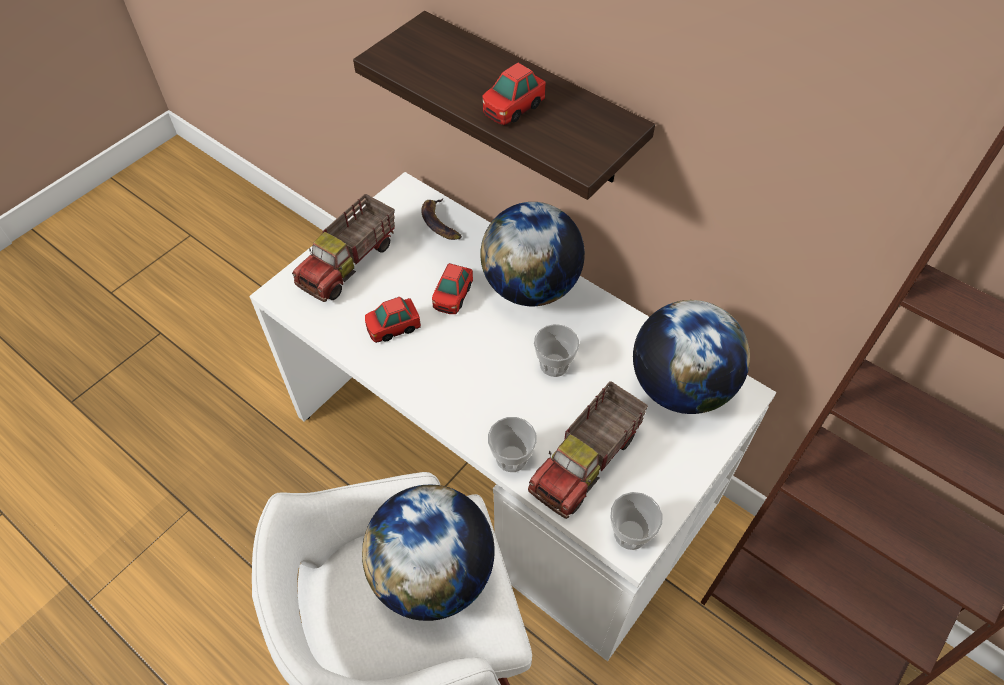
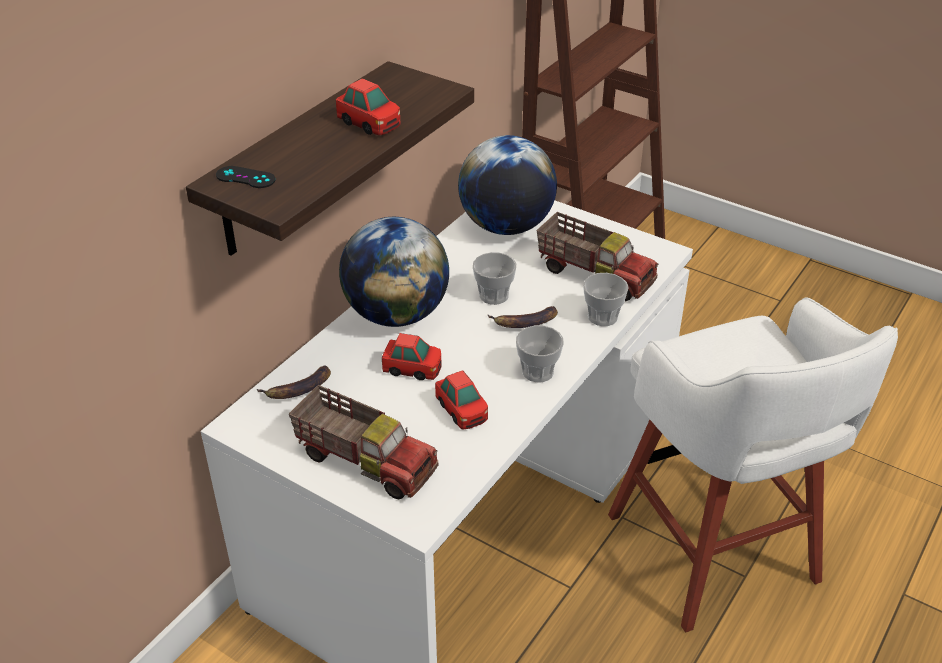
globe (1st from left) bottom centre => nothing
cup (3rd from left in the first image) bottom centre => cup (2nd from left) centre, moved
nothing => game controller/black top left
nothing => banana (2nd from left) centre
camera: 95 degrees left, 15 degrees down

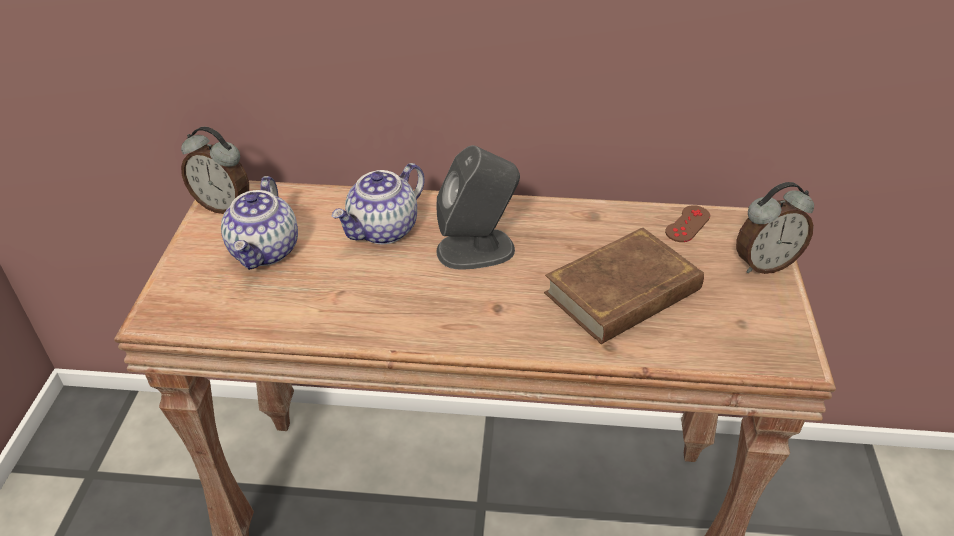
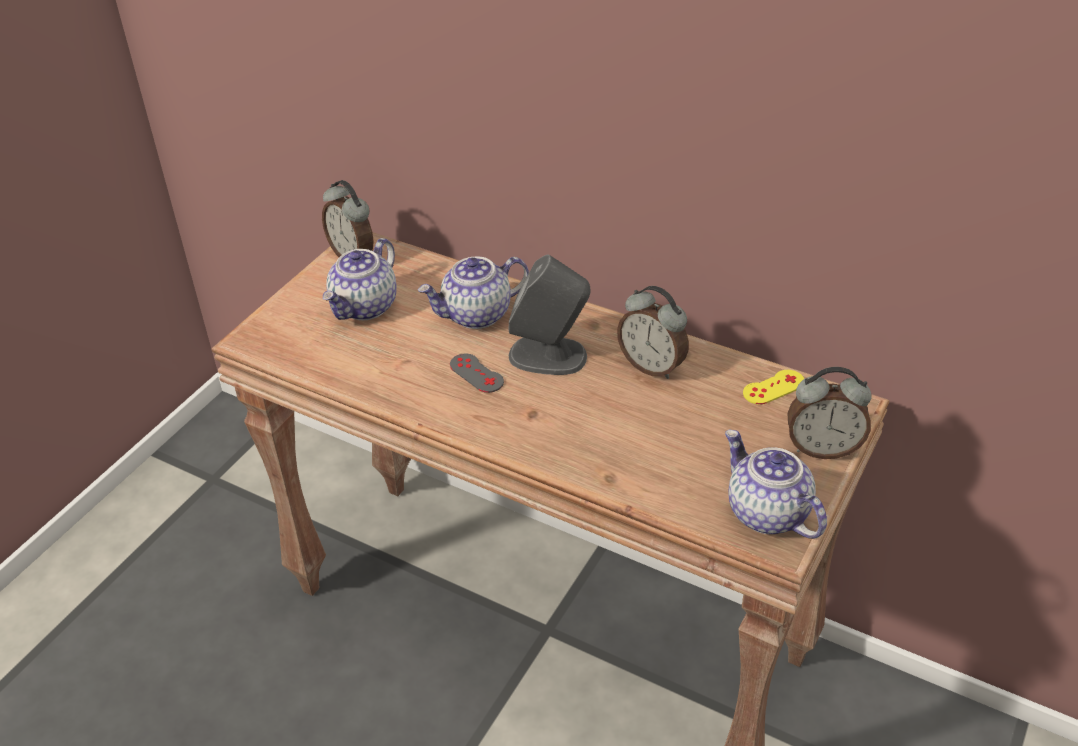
book/brown centre => nothing
game controller/brown middle right => game controller/yellow middle right
nothing => game controller/grey centre
nothing => alarm clock (2nd from left) centre
nothing => teapot (3rd from left) middle right
camera: 25 degrees right, 0 degrees up

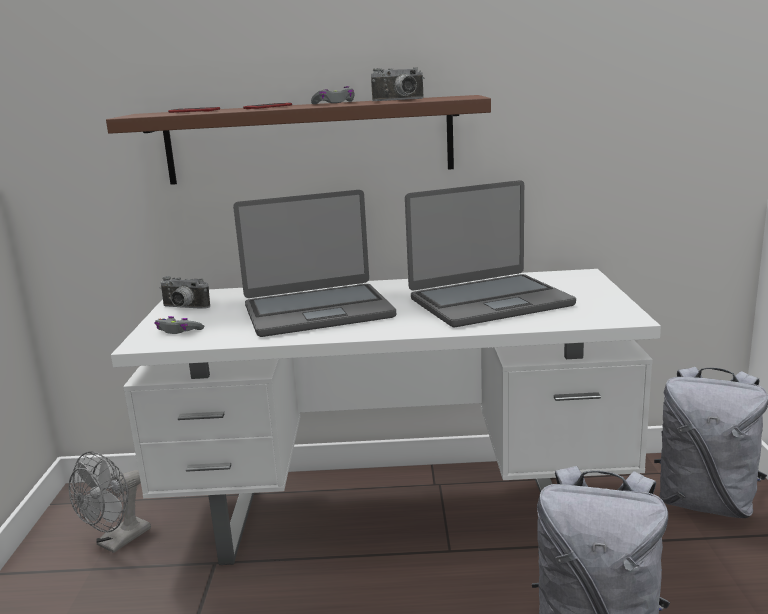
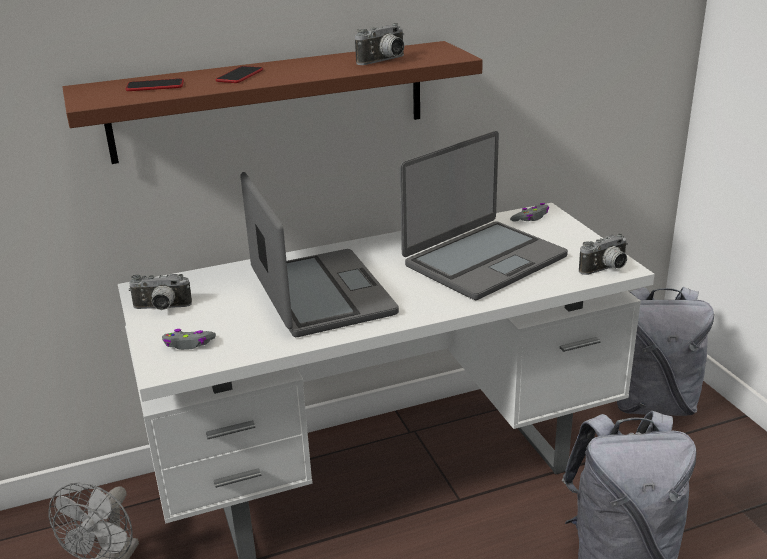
laptop (1st from left) centre, 75 degrees counterclockwise
game controller/grey (2nd from left) top centre => game controller/grey (2nd from left) middle right, moved
nothing => photo camera (3rd from left) middle right
camera: 20 degrees left, 10 degrees up

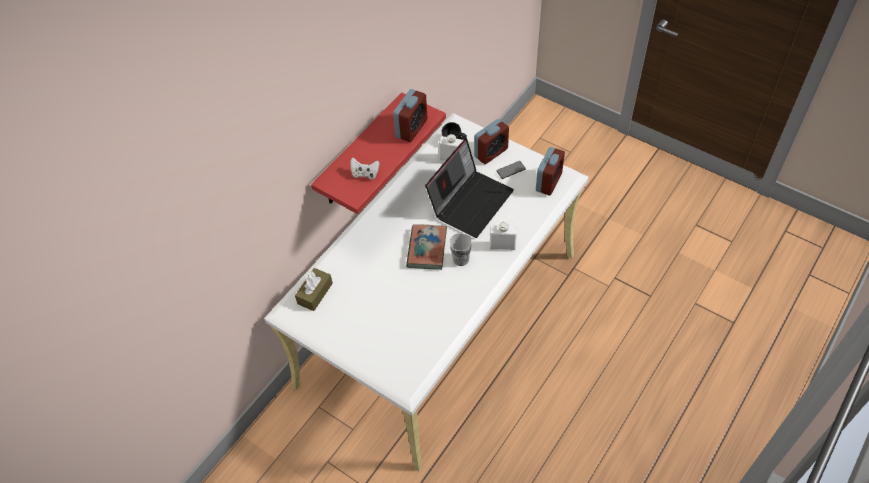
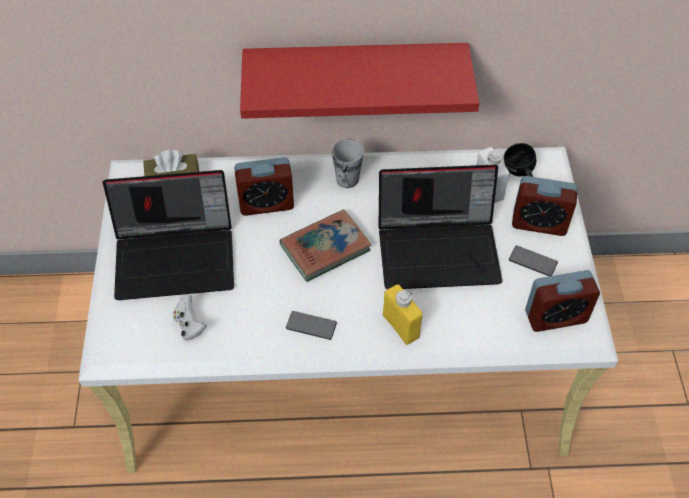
game controller/white centre => game controller/white middle left, moved
alarm clock (1st from left) top centre => alarm clock (1st from left) centre, moved
cup centre => cup top centre, moved
bottle/white (2nd from left) centre => bottle/yellow centre
nothing => laptop (1st from left) middle left
nothing => phone (1st from left) centre
camera: 50 degrees right, 0 degrees up

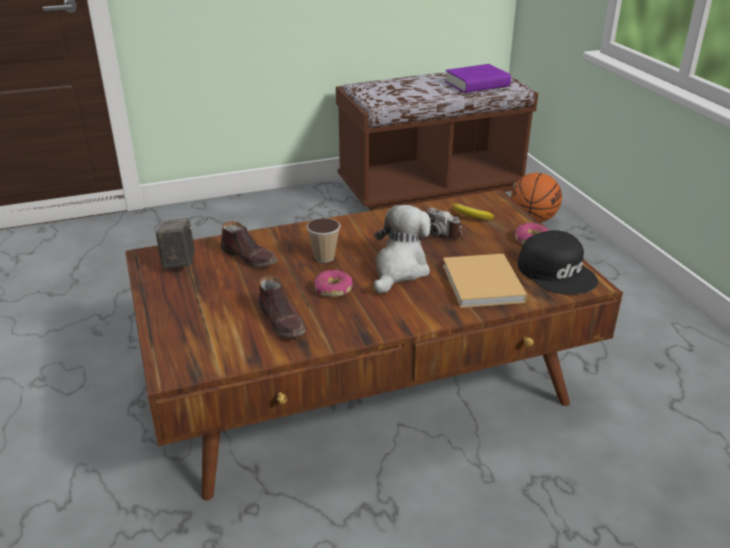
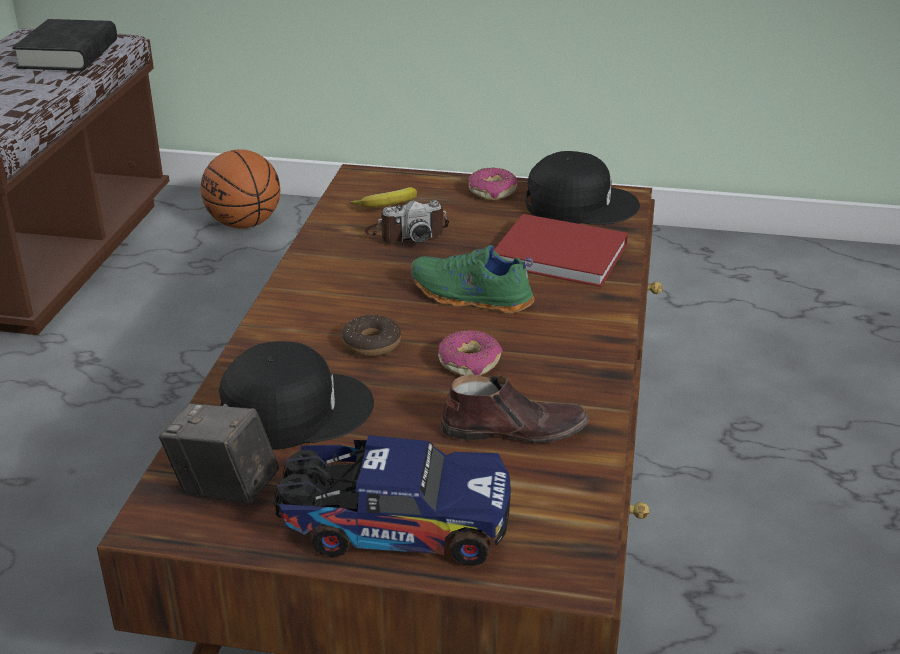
shoe/brown (1st from left) centre => cap/black (1st from left) middle left
cup centre => donut (1st from left) centre
plush toy centre => shoe/green centre
book/beige centre => book/red centre
book/purple top centre => book/black top left
nothing => toy truck bottom centre
camera: 60 degrees left, 0 degrees up

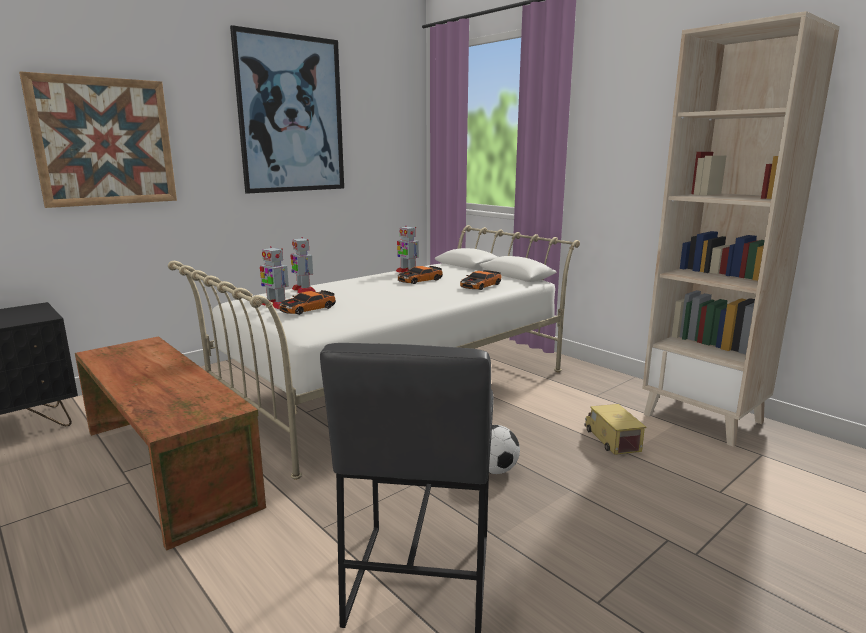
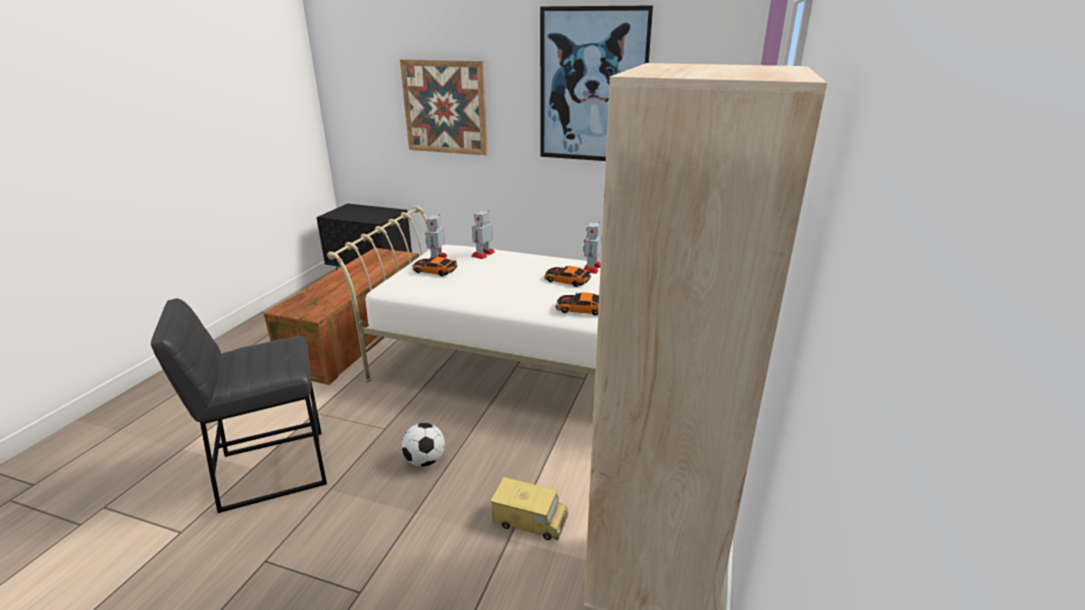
toy truck bottom right => toy truck bottom centre, 60 degrees clockwise
camera: 60 degrees right, 10 degrees up

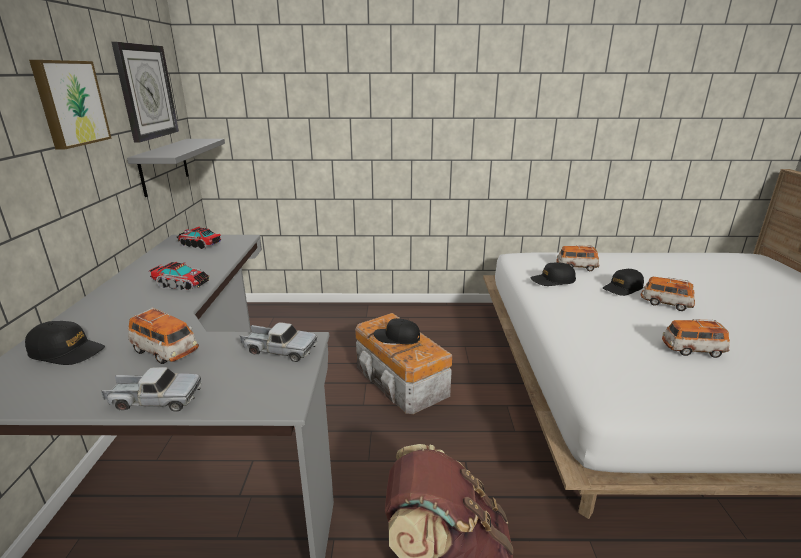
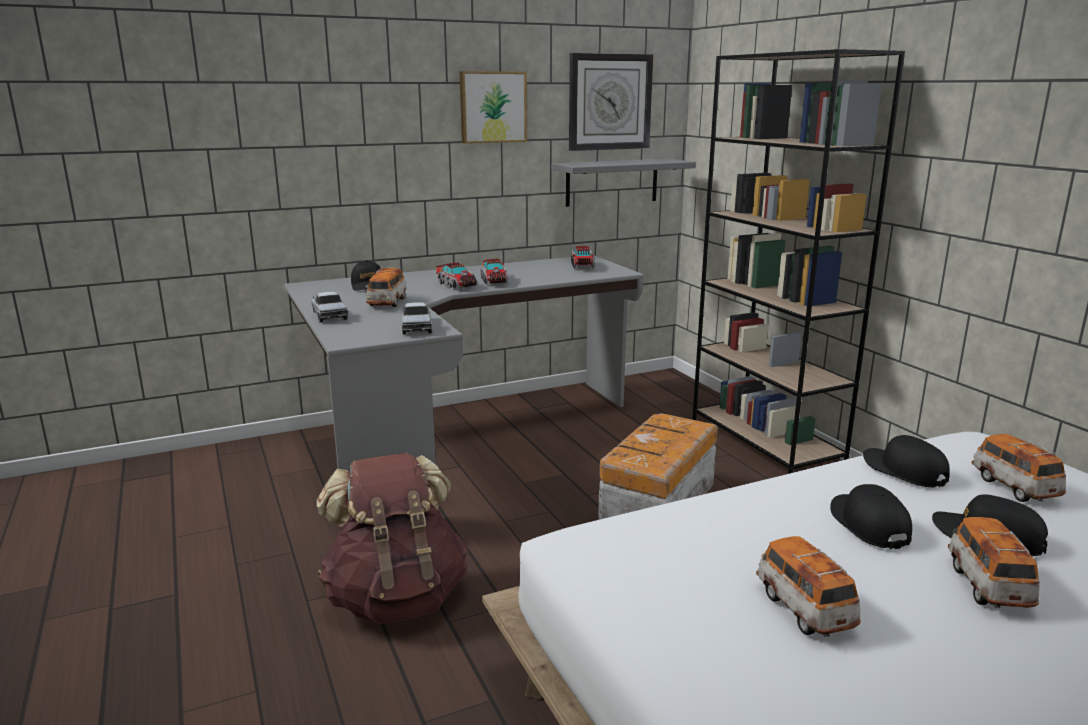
cap/black (2nd from left) centre => cap/black (2nd from left) bottom right, moved
nothing => toy truck (3rd from left) centre
nothing => bookcase/beige middle right
camera: 65 degrees right, 5 degrees down

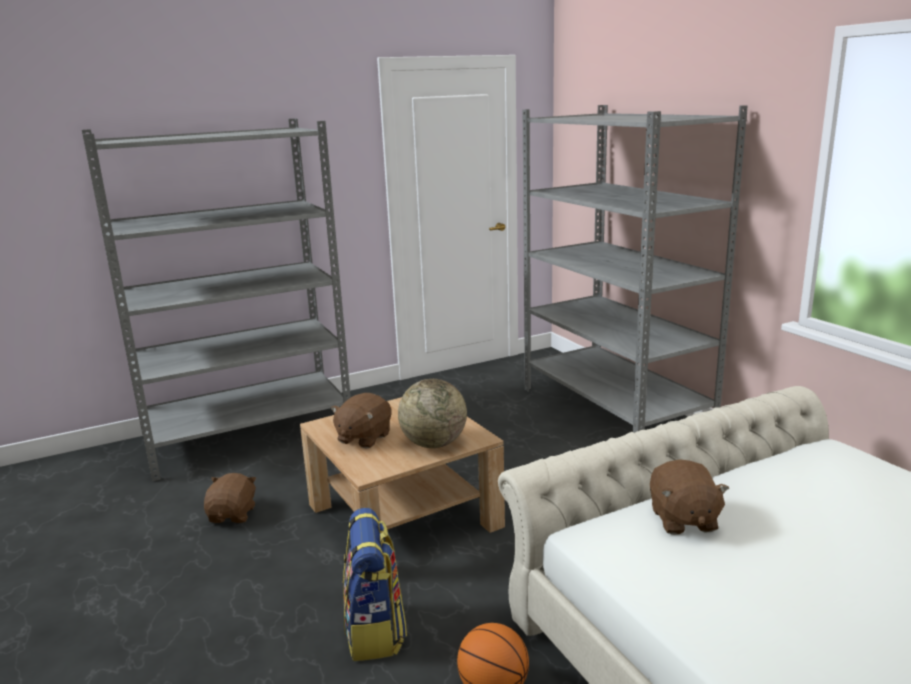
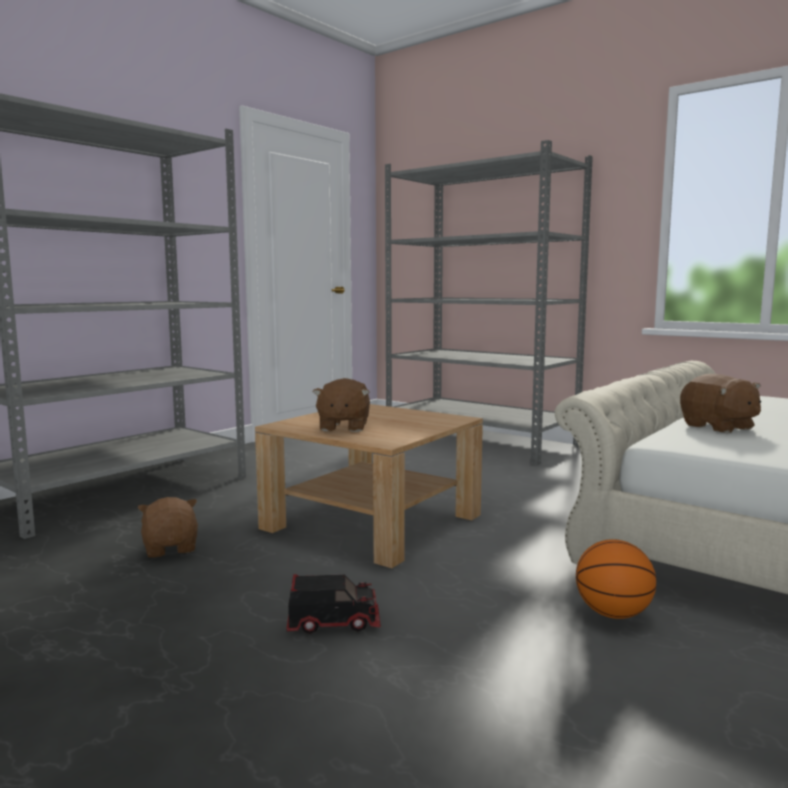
backpack bottom centre => nothing
globe centre => nothing
nothing => toy truck bottom centre
camera: 25 degrees left, 10 degrees down

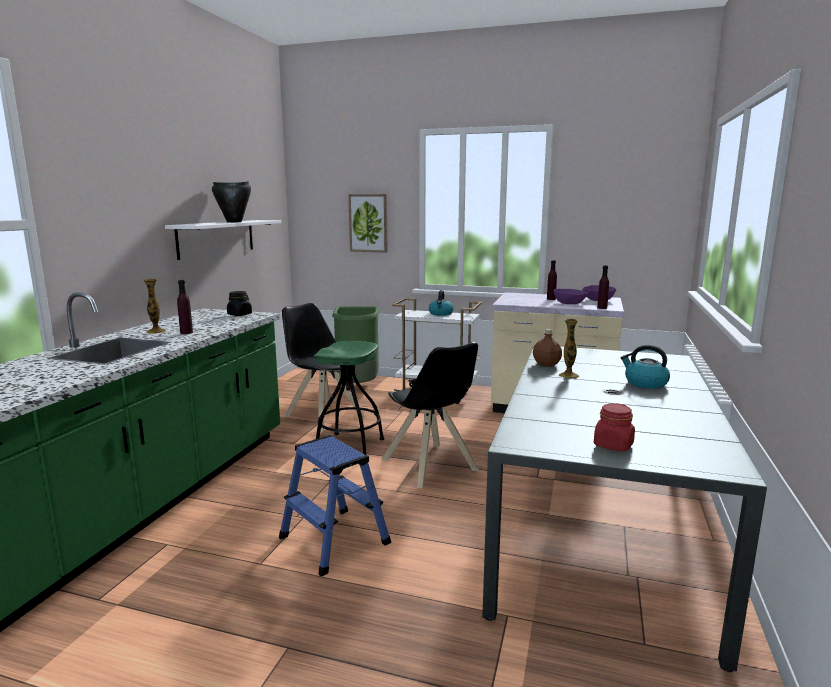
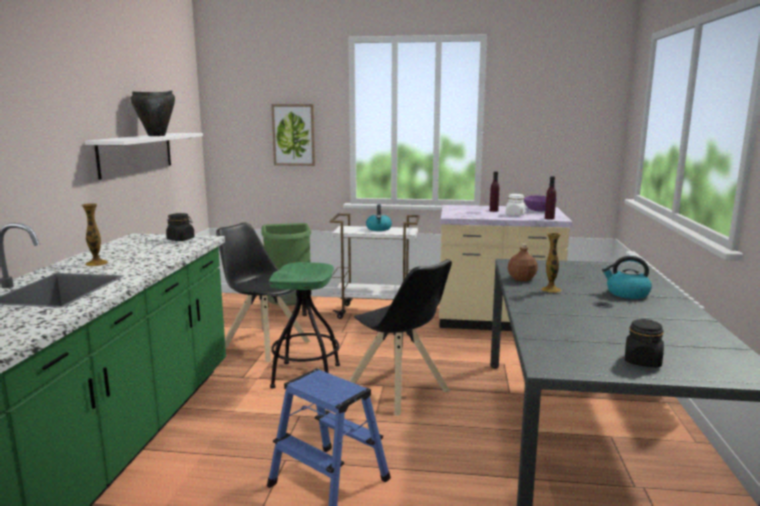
bottle/purple (1st from left) middle left => nothing
bowl/purple (1st from left) middle right => jar/white middle right
jar/red middle right => jar/black (2nd from left) bottom right
camera: 10 degrees left, 0 degrees up

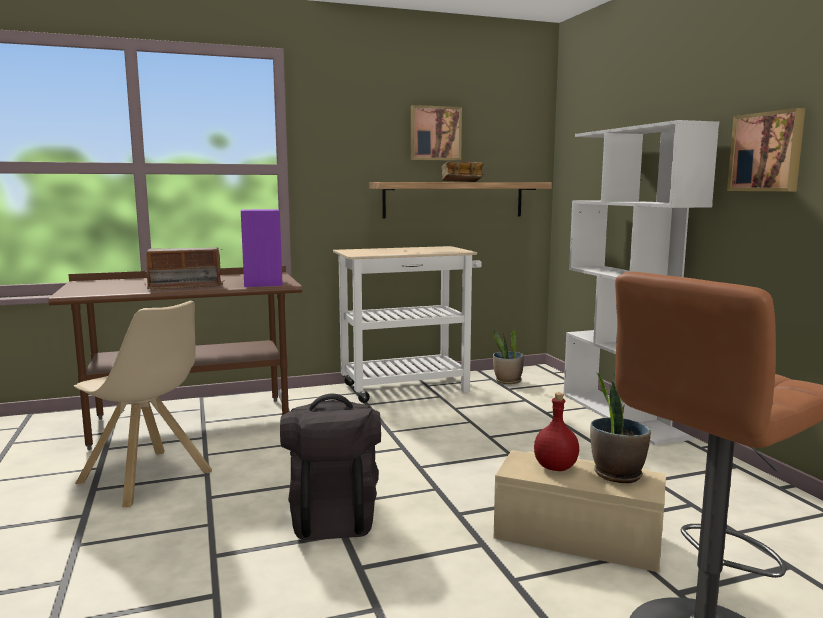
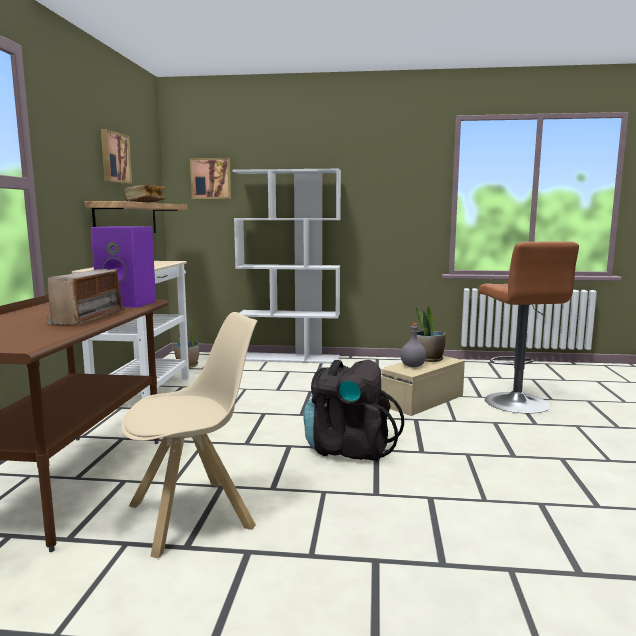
bottle/red bottom right => bottle/grey centre
picture (2nd from left) top right => picture (2nd from left) top left, moved
camera: 65 degrees left, 0 degrees up

